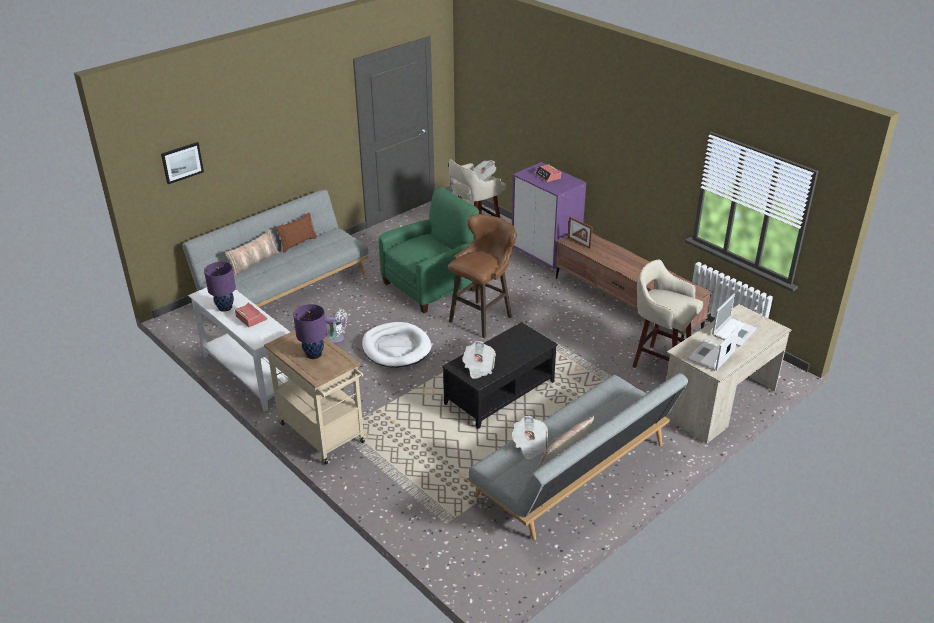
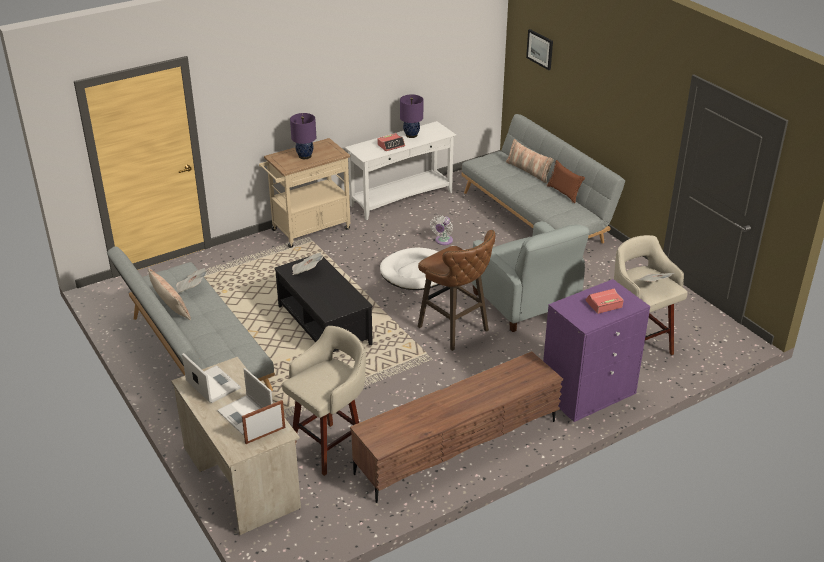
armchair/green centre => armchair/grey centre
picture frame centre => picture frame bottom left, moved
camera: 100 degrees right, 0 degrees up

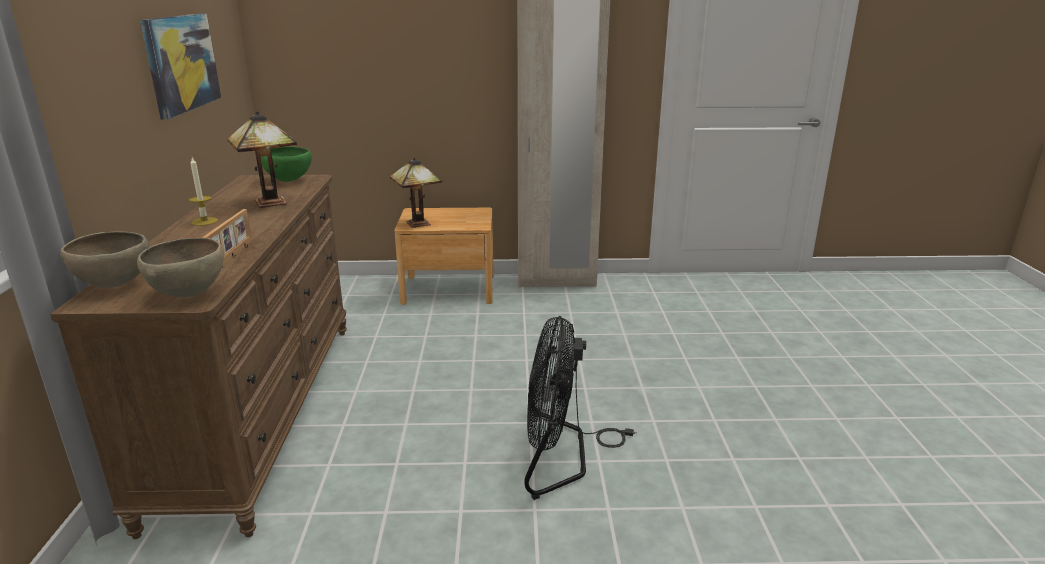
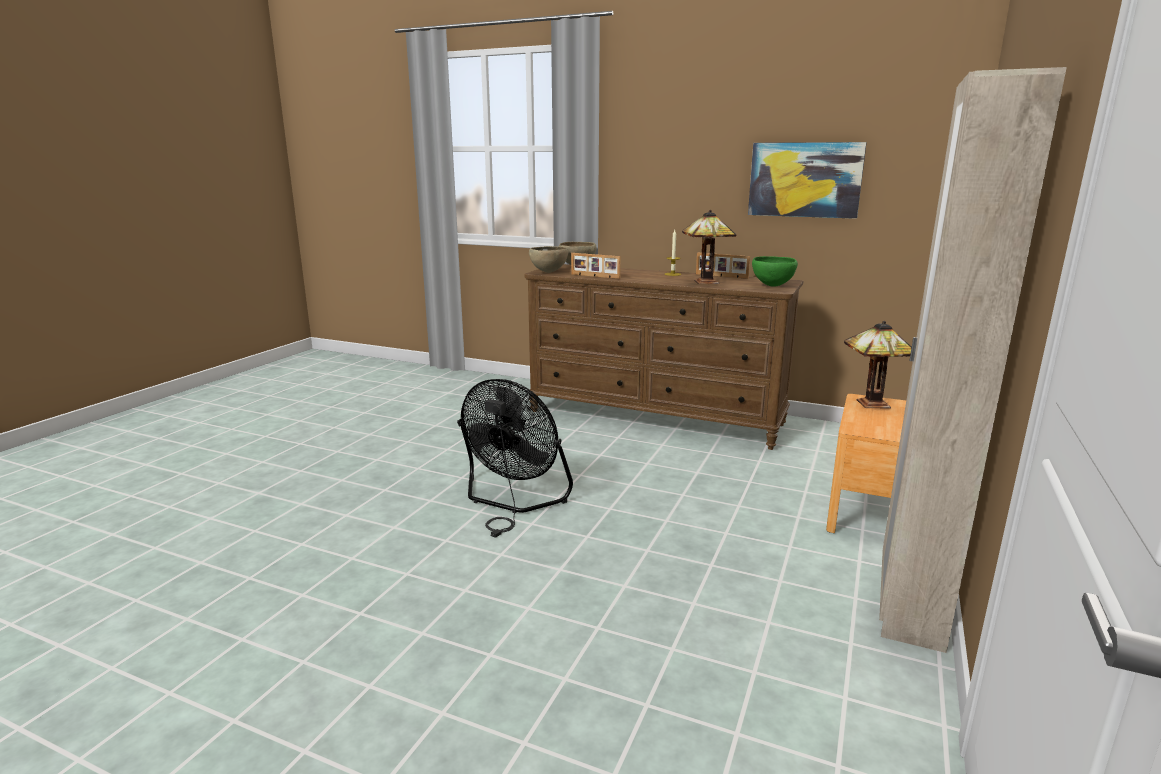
nothing => picture frame (2nd from left) centre
camera: 115 degrees right, 5 degrees down

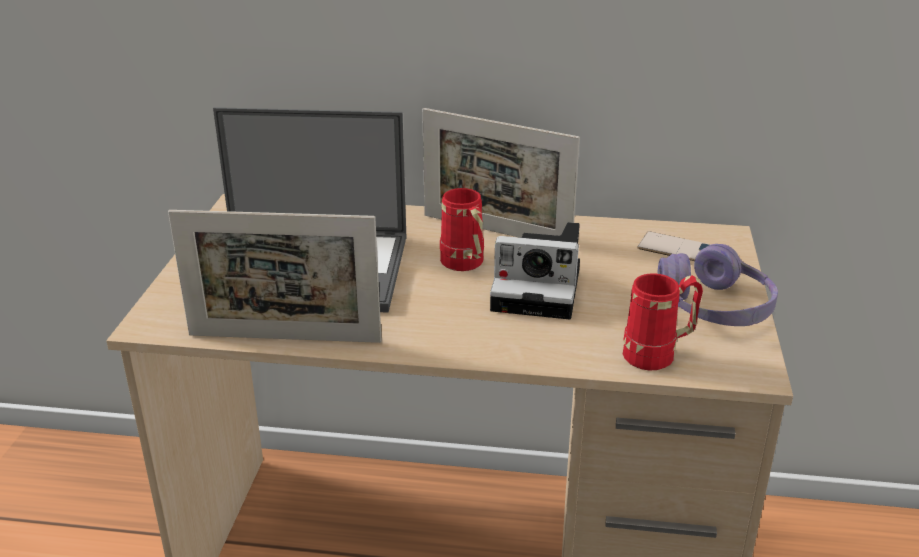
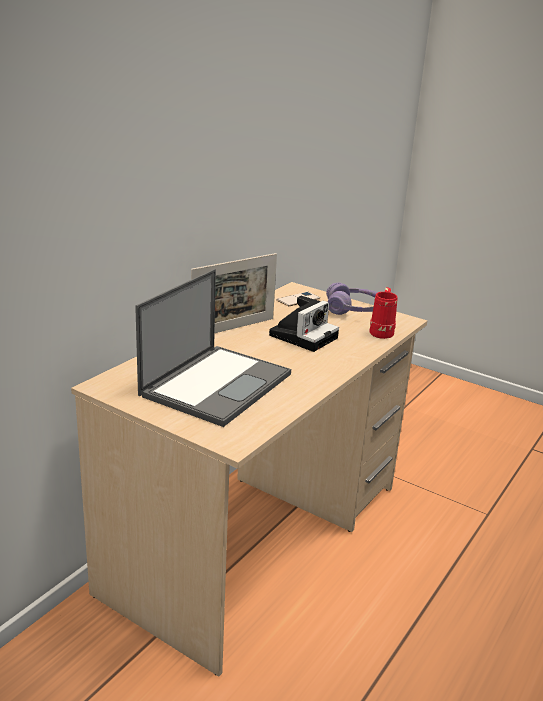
picture frame (1st from left) middle left => nothing
mug/red (1st from left) centre => nothing
camera: 65 degrees left, 5 degrees down

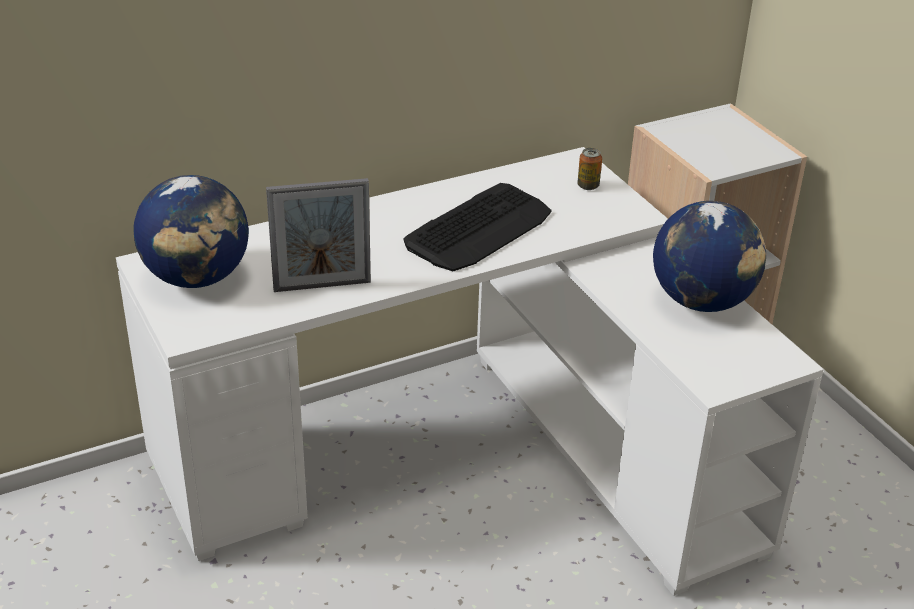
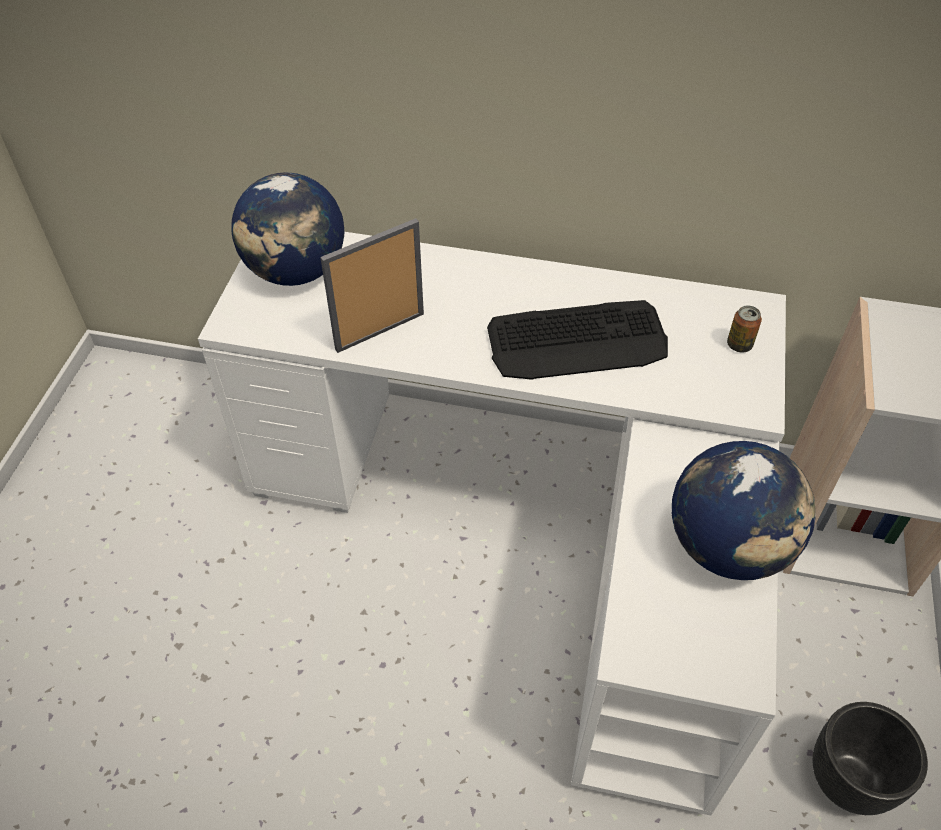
picture frame centre, 120 degrees clockwise
nothing => planter/black bottom right
camera: 40 degrees right, 15 degrees up

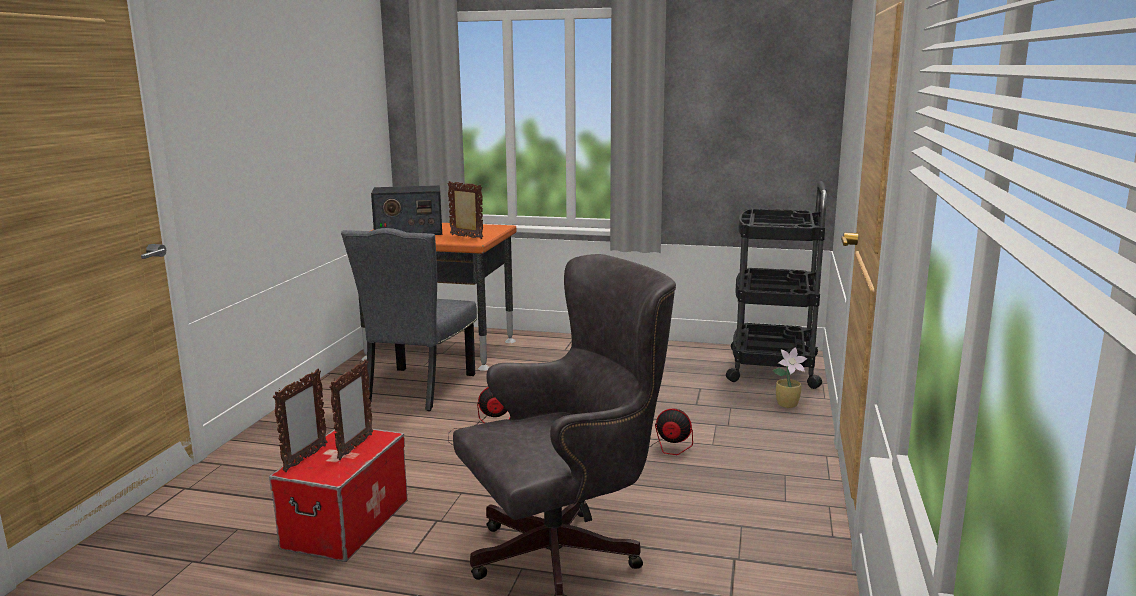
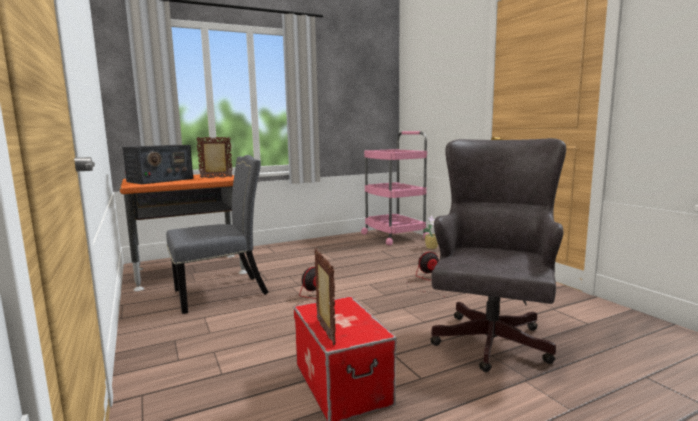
picture frame (2nd from left) bottom left => nothing
chair/grey centre => chair/grey middle left, 90 degrees counterclockwise
cart/black middle right => cart/pink centre
camera: 40 degrees left, 5 degrees down

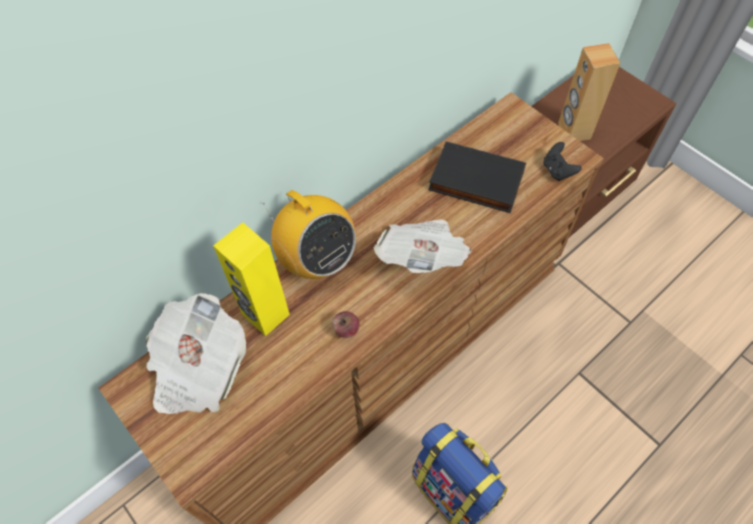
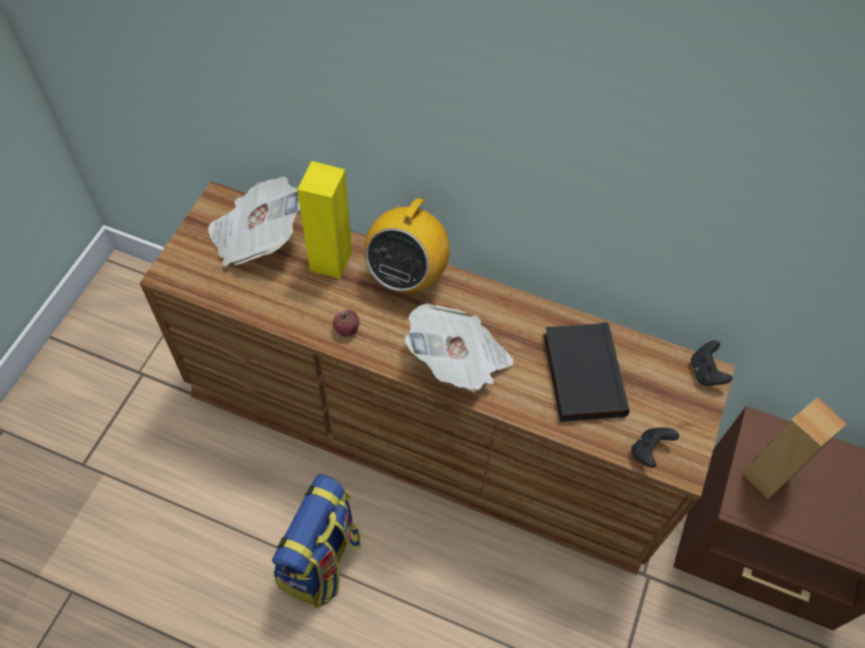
nothing => game controller/black (2nd from left) middle right
camera: 60 degrees right, 0 degrees up

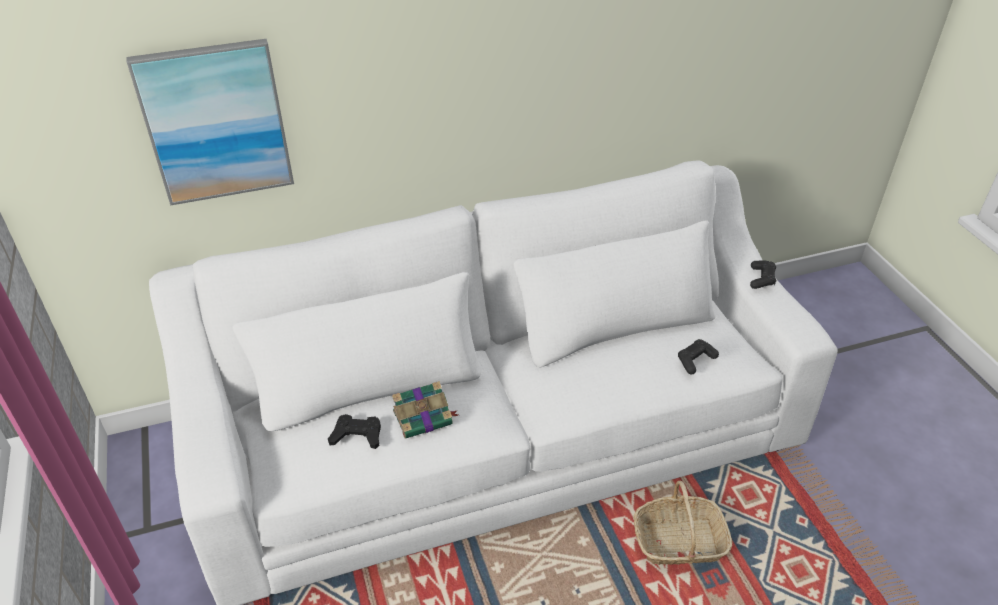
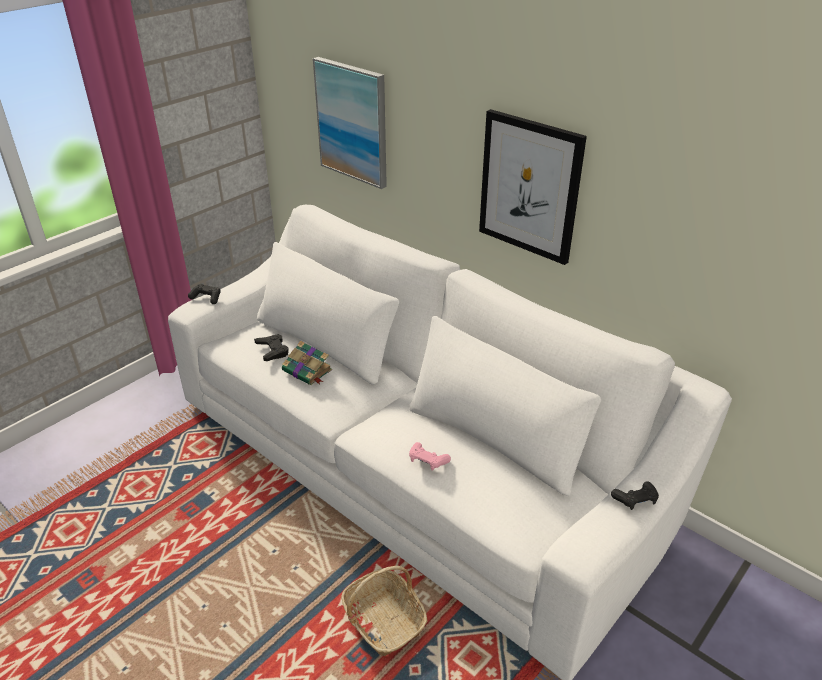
game controller/black (2nd from left in the first image) middle right => game controller/black (1st from left) middle left, moved
nothing => game controller/pink bottom centre
nothing => picture (2nd from left) top centre
camera: 60 degrees right, 5 degrees down

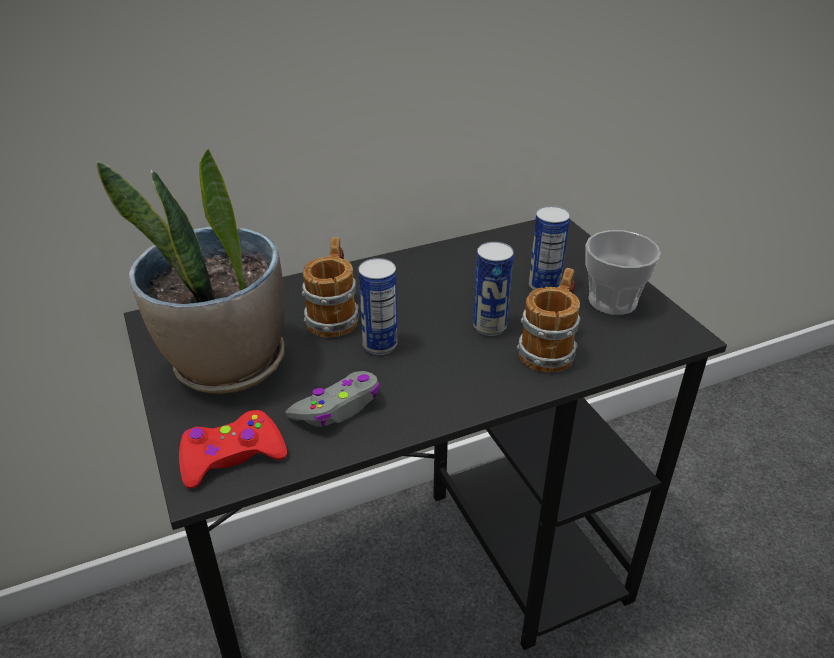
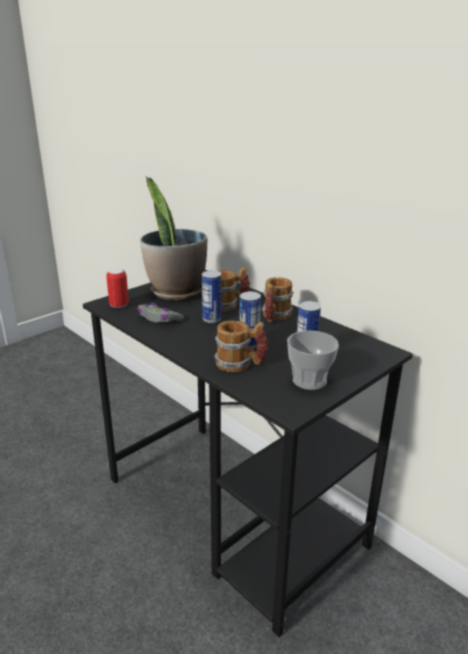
game controller/red bottom left => can (1st from left) middle left
nothing => mug (3rd from left) centre
camera: 70 degrees right, 10 degrees down

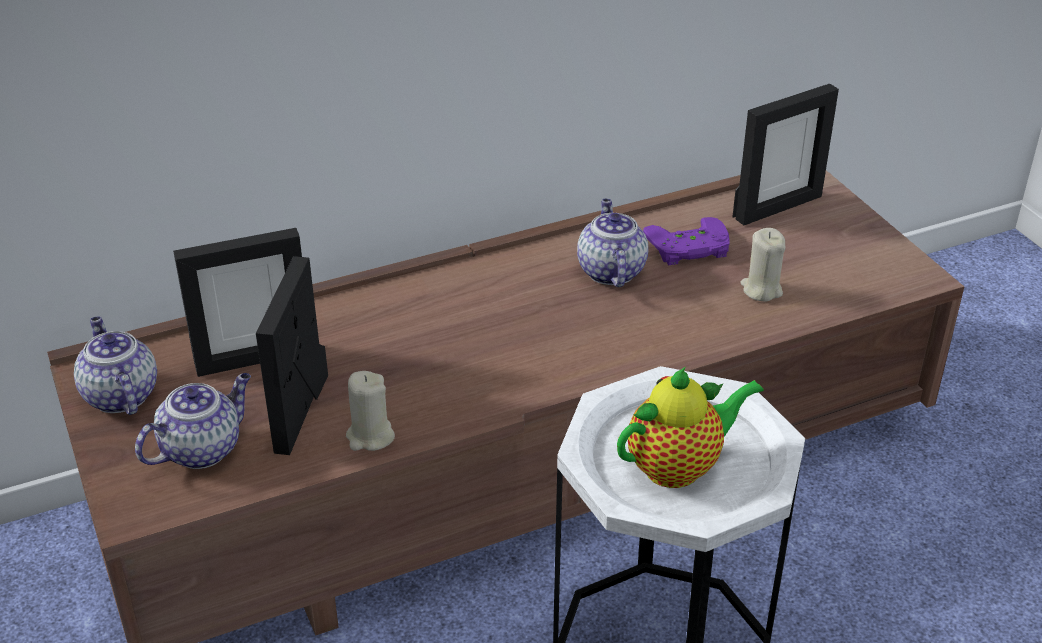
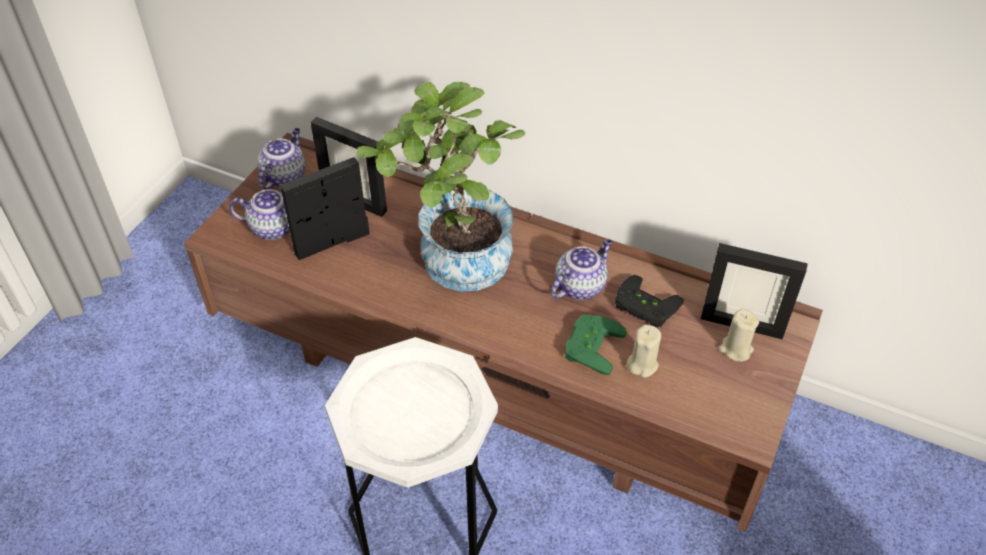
candle/beige (1st from left in the first image) centre => candle/beige (2nd from left) middle right, moved
teapot (4th from left) centre => nothing
game controller/purple centre => game controller/black centre
nothing => potted plant centre
nothing => game controller/green centre
camera: 50 degrees right, 10 degrees up

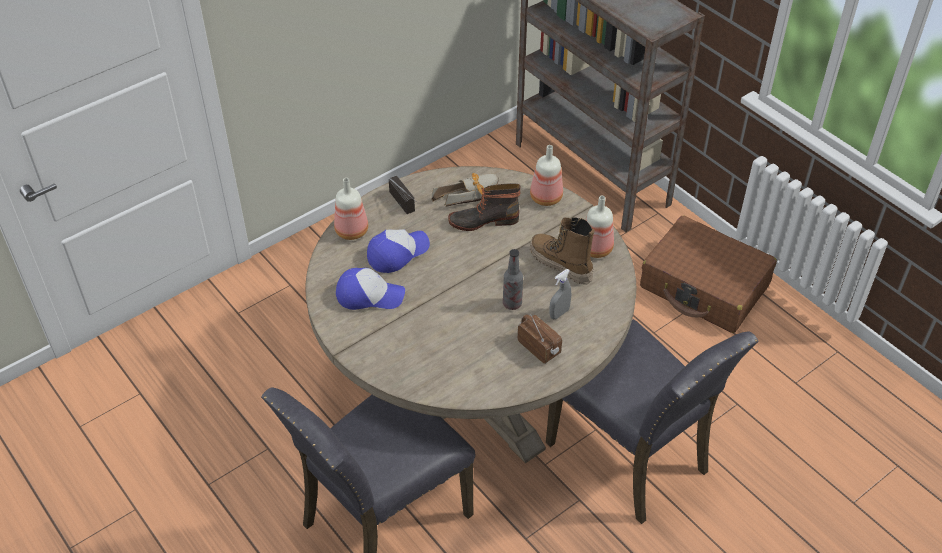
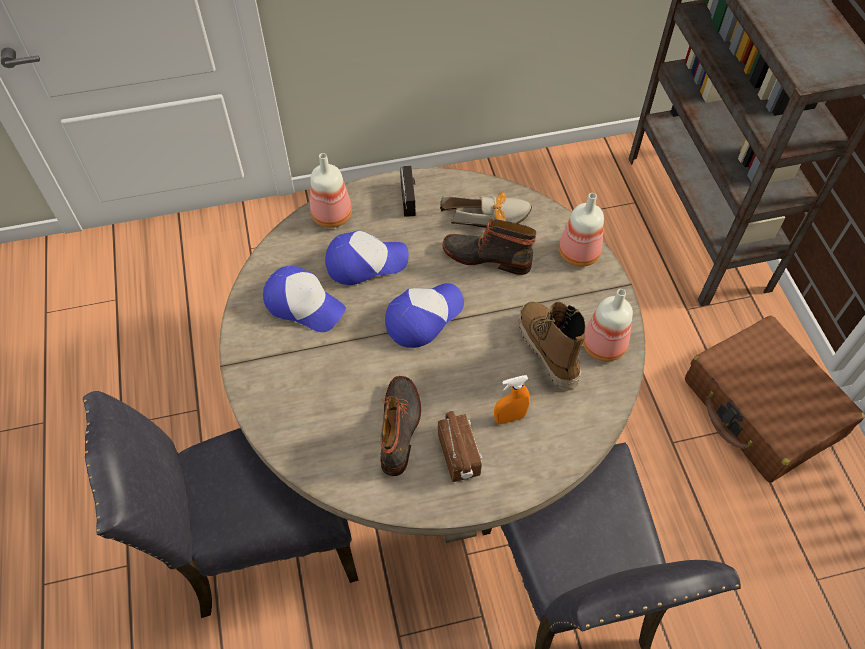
bottle (2nd from left) centre => nothing
spray bottle/grey centre => spray bottle/orange centre
nothing => boot (1st from left) centre
nothing => cap (3rd from left) centre
camera: 25 degrees right, 10 degrees up

